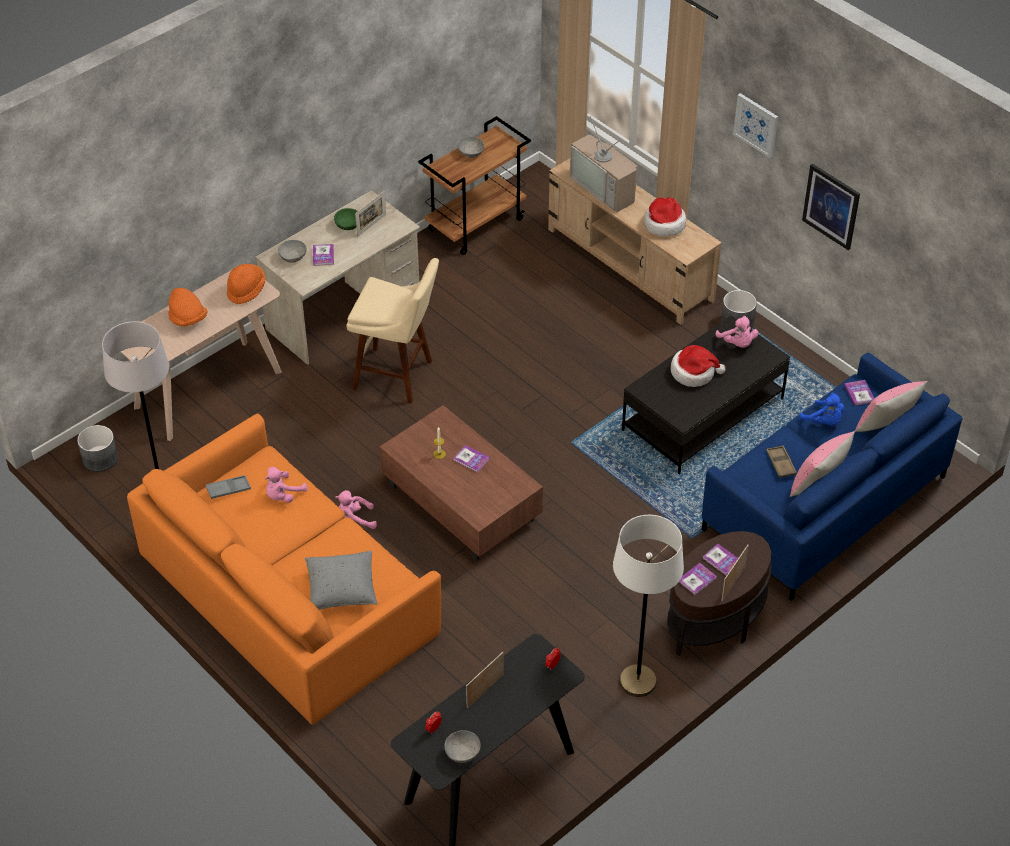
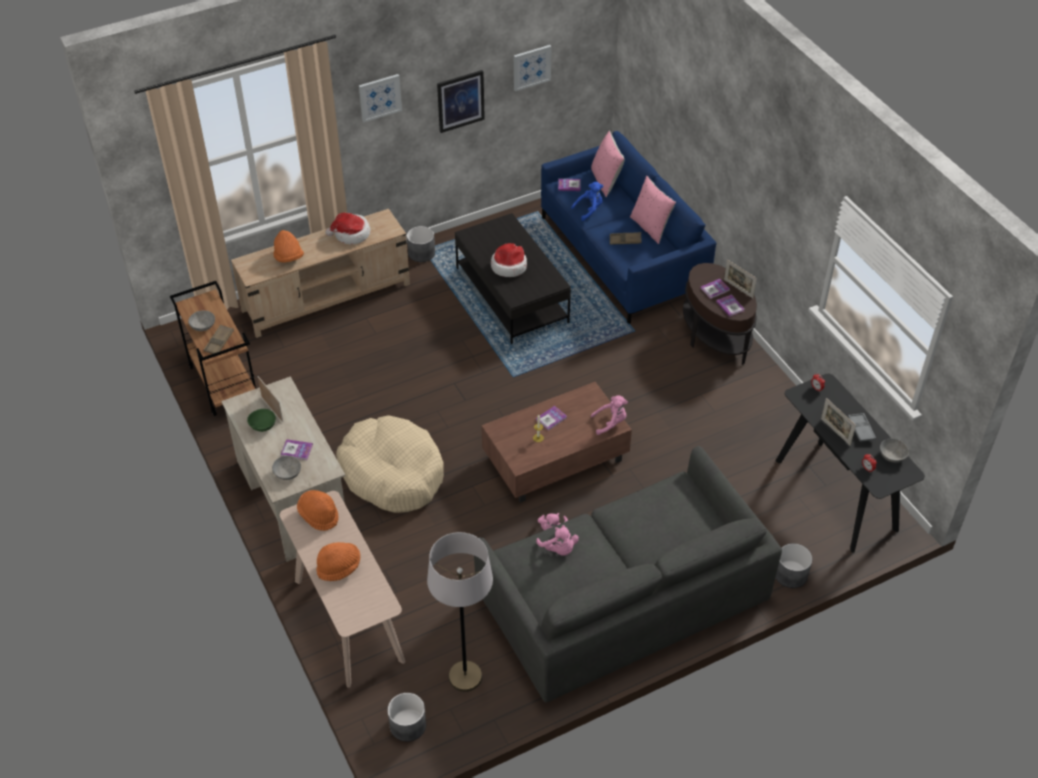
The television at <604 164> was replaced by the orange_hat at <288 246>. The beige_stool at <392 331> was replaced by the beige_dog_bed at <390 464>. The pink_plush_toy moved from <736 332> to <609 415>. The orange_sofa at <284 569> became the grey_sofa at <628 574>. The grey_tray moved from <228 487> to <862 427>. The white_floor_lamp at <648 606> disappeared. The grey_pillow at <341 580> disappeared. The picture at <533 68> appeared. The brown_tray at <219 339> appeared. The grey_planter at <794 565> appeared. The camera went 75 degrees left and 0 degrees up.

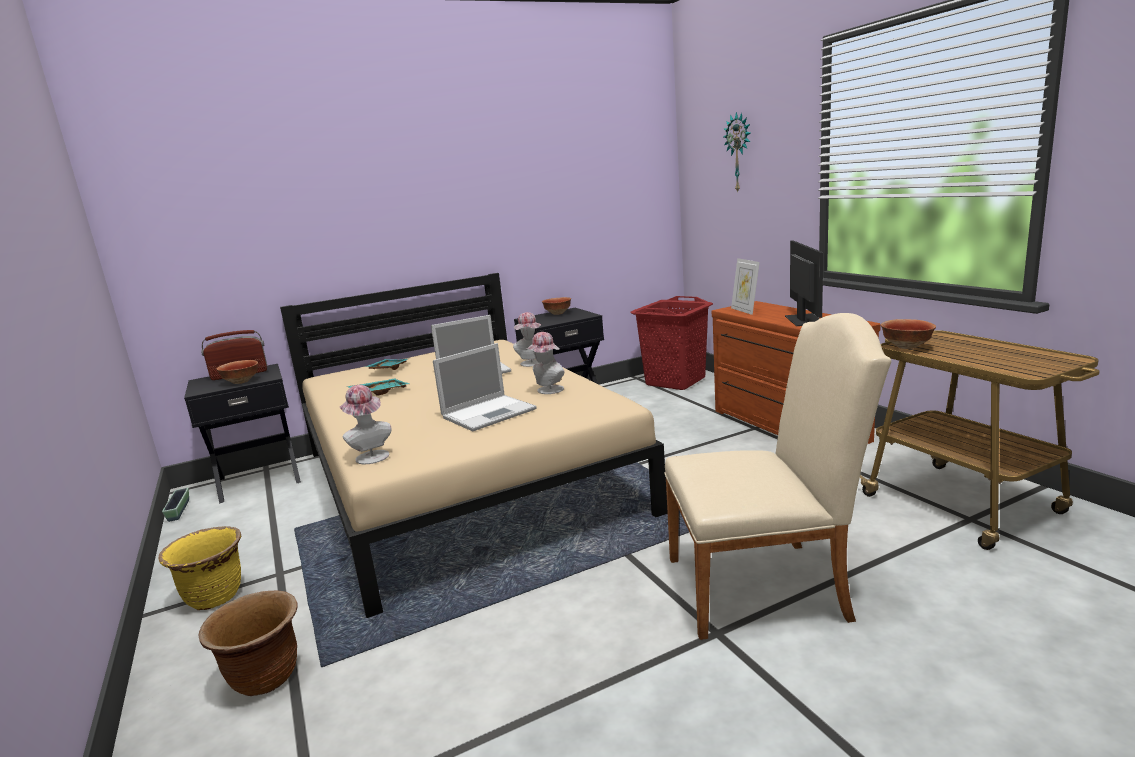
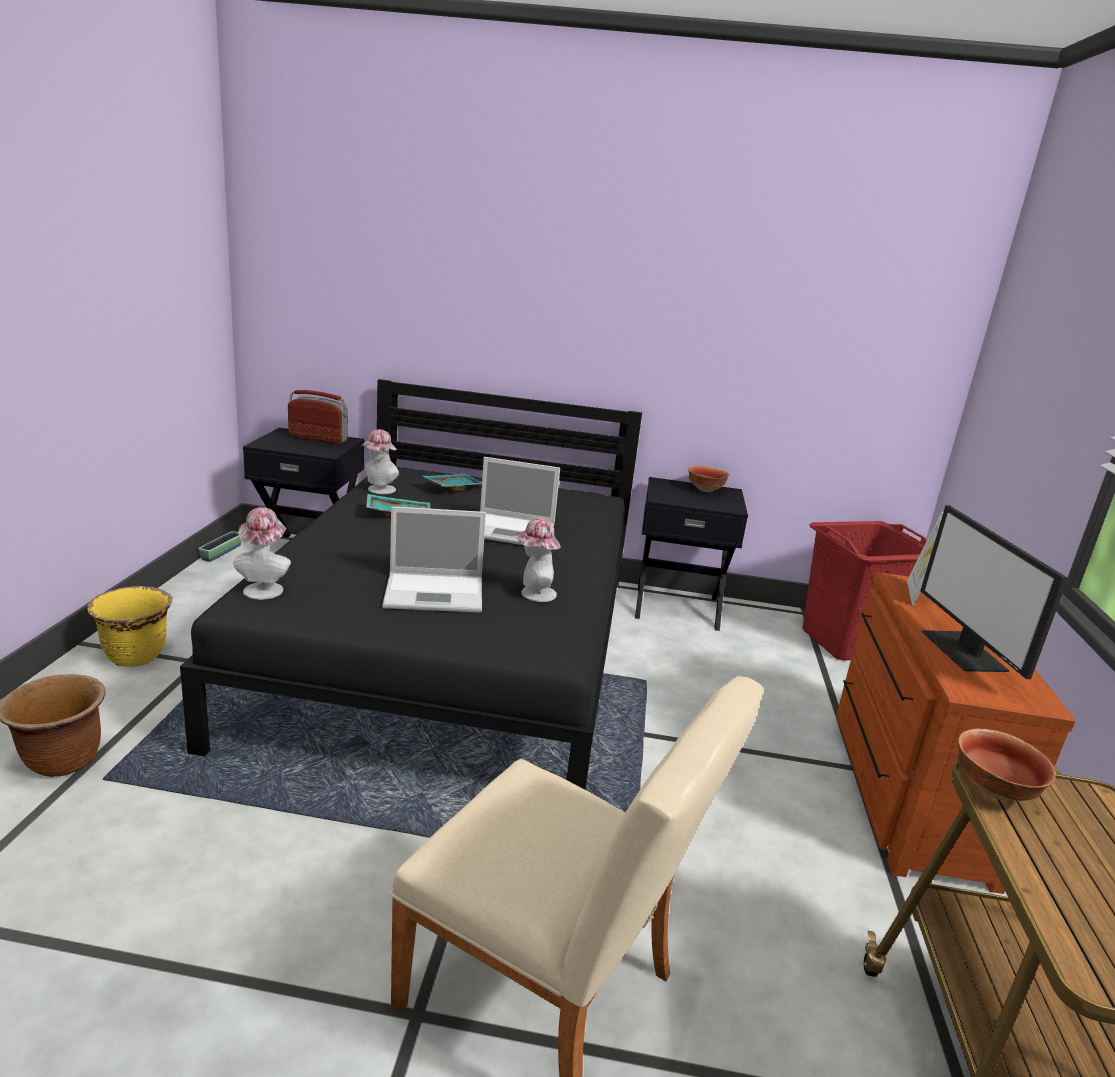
The wall_clock at <737 152> disappeared. The monitor at <804 283> turned 135 degrees clockwise. The beige_bed at <474 445> became the black_bed at <411 584>. The hat moved from <527 339> to <381 461>. The bowl at <237 372> disappeared. The camera went 30 degrees right and 5 degrees up.

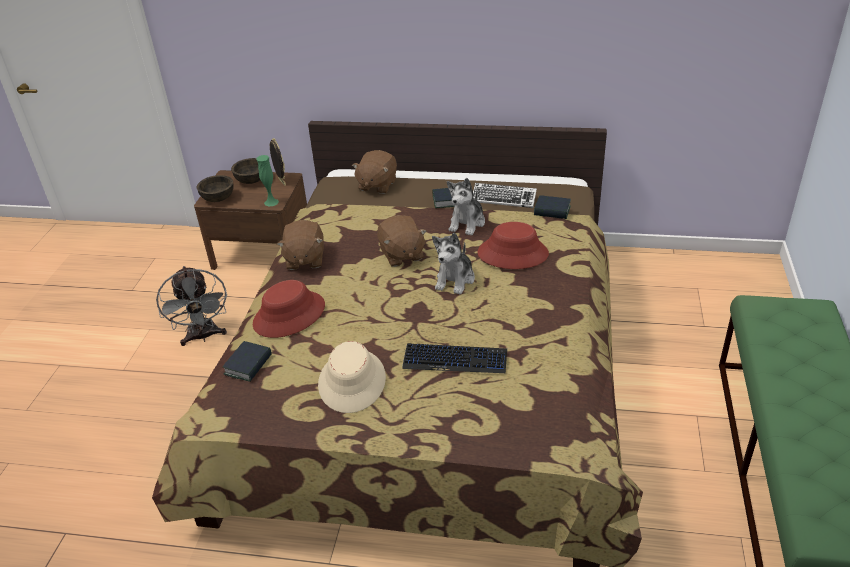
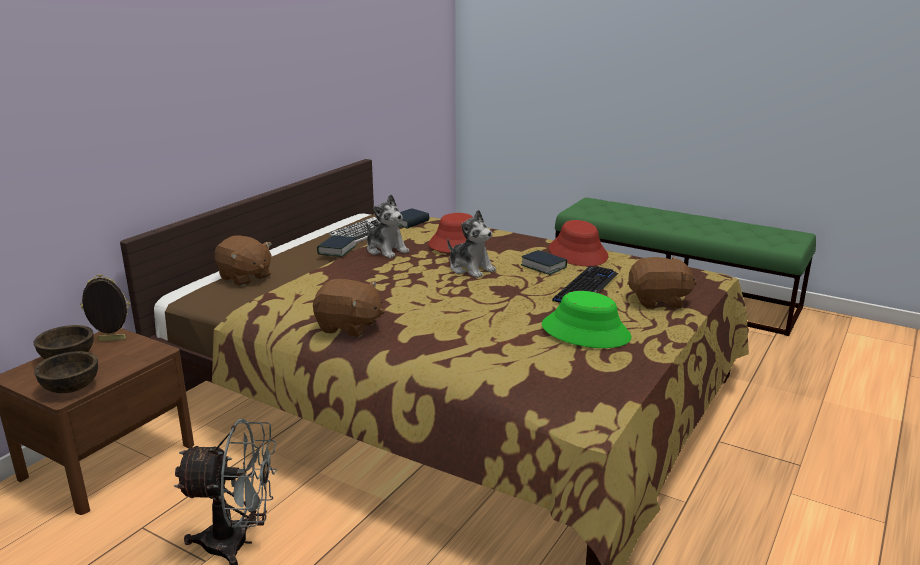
The green_vase at <267 180> disappeared. The brown_plush_toy moved from <402 241> to <662 283>. The red_hat moved from <289 309> to <578 243>. The book moved from <247 361> to <544 262>. The beige_hat at <352 377> became the green_hat at <587 319>. The camera went 70 degrees left and 15 degrees down.

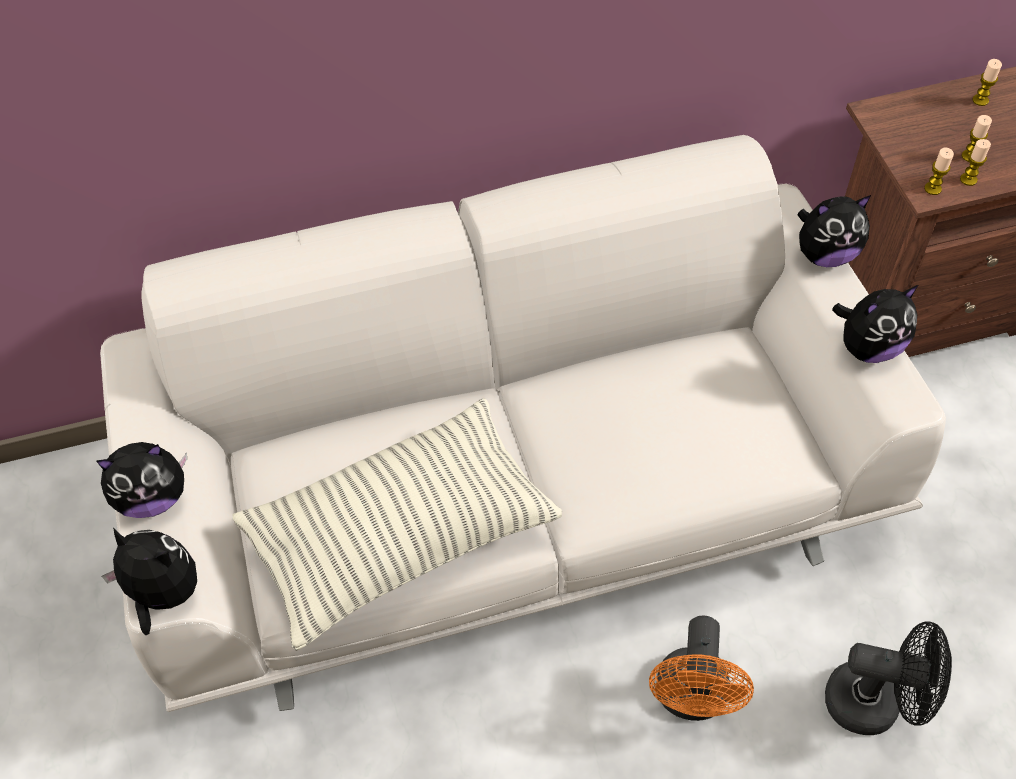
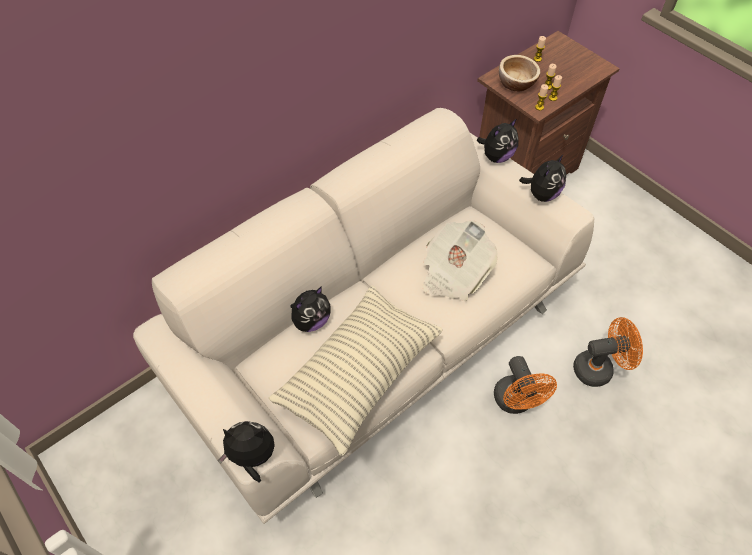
The plush_toy moved from <142 480> to <310 309>. The black_fan at <888 678> became the orange_fan at <608 352>. The bowl at <519 73> appeared. The newspaper at <459 261> appeared. The camera went 25 degrees left and 0 degrees up.

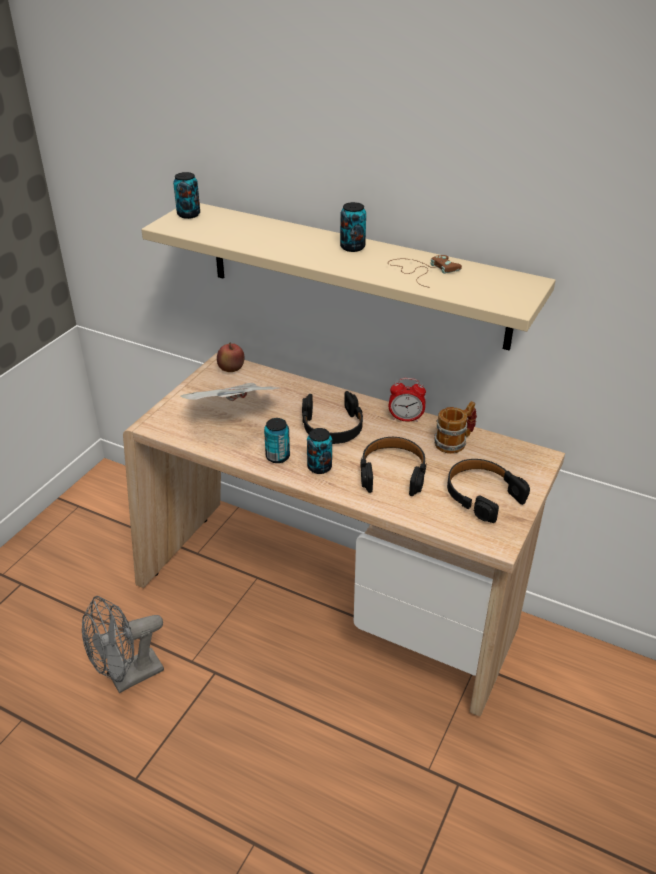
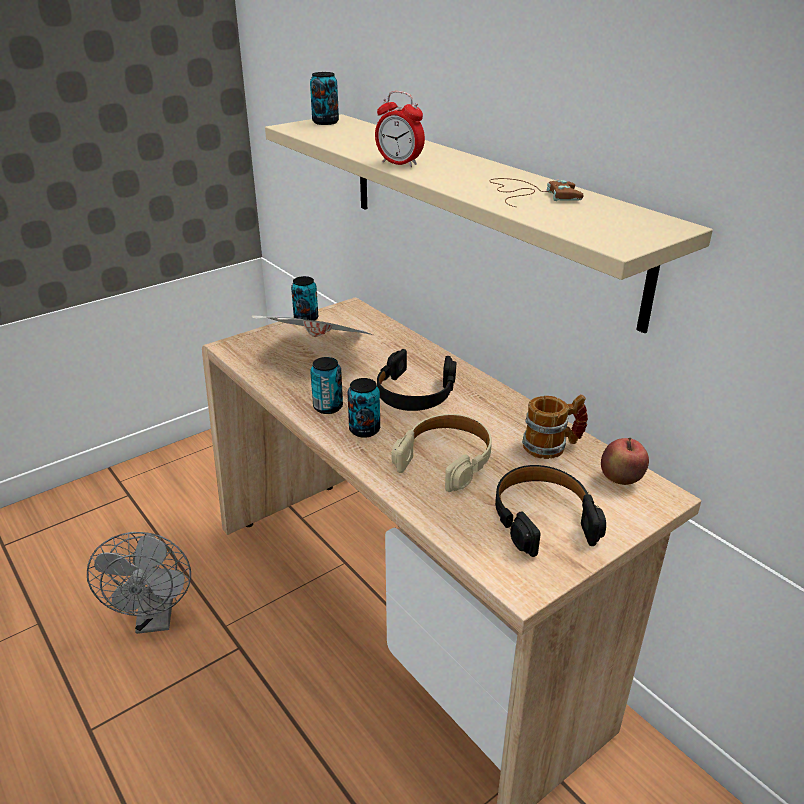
The can moved from <353 227> to <304 298>. The apple moved from <231 357> to <625 461>. The alarm_clock moved from <407 400> to <400 129>. The black_headphones at <394 466> became the beige_headphones at <441 453>. The grey_fan at <123 644> turned 90 degrees counterclockwise. The camera went 25 degrees right and 5 degrees down.

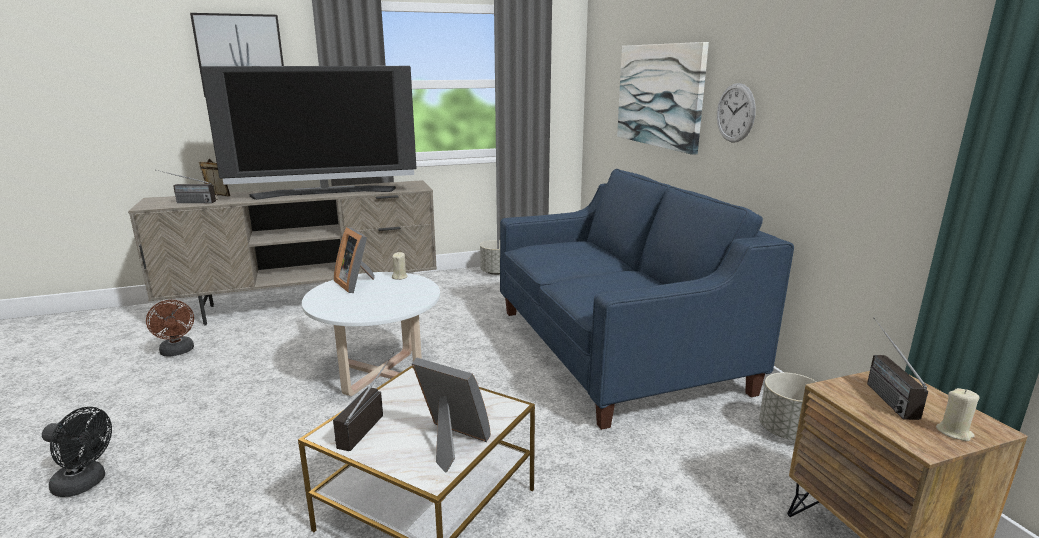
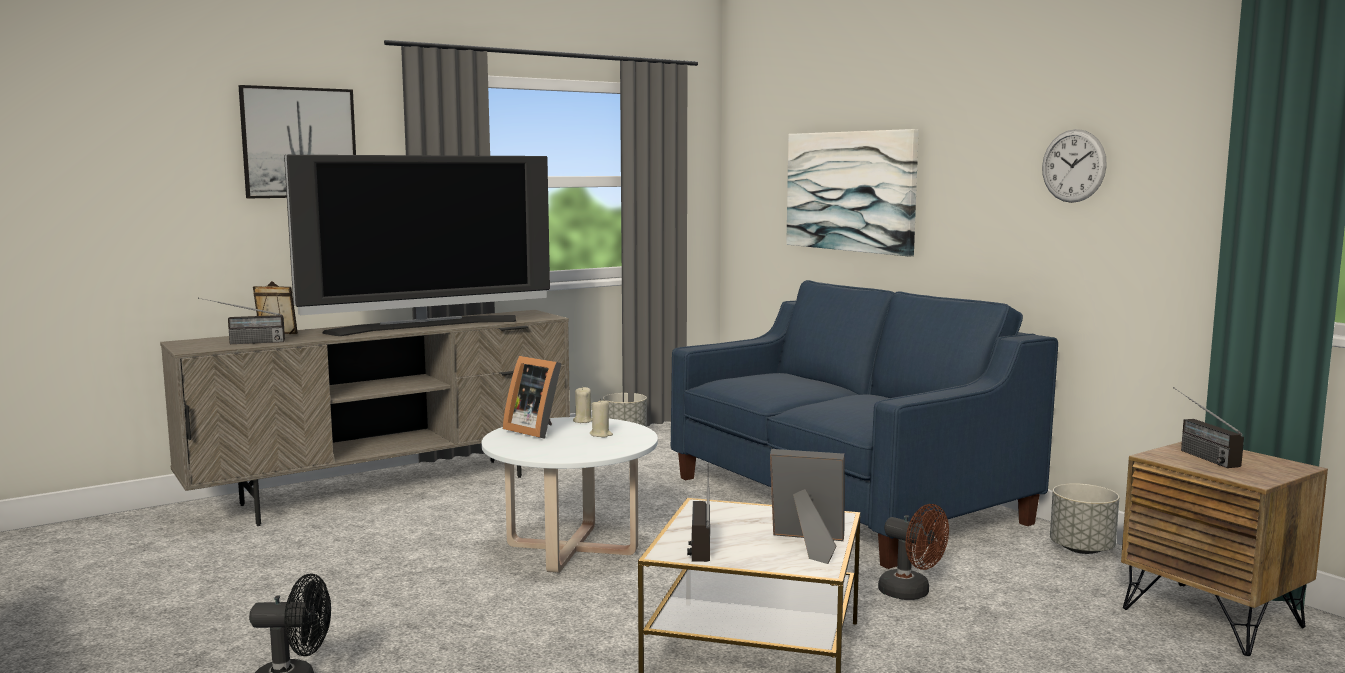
The wall_clock moved from <736 112> to <1074 166>. The brown_fan moved from <170 328> to <913 552>. The beige_candle moved from <957 414> to <601 418>. The camera went 15 degrees left and 10 degrees down.

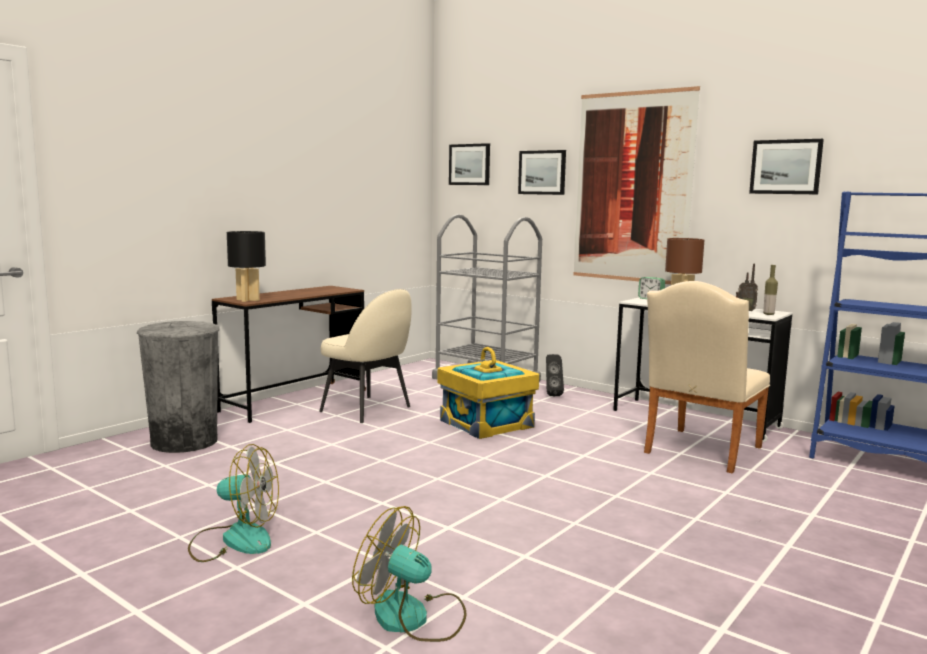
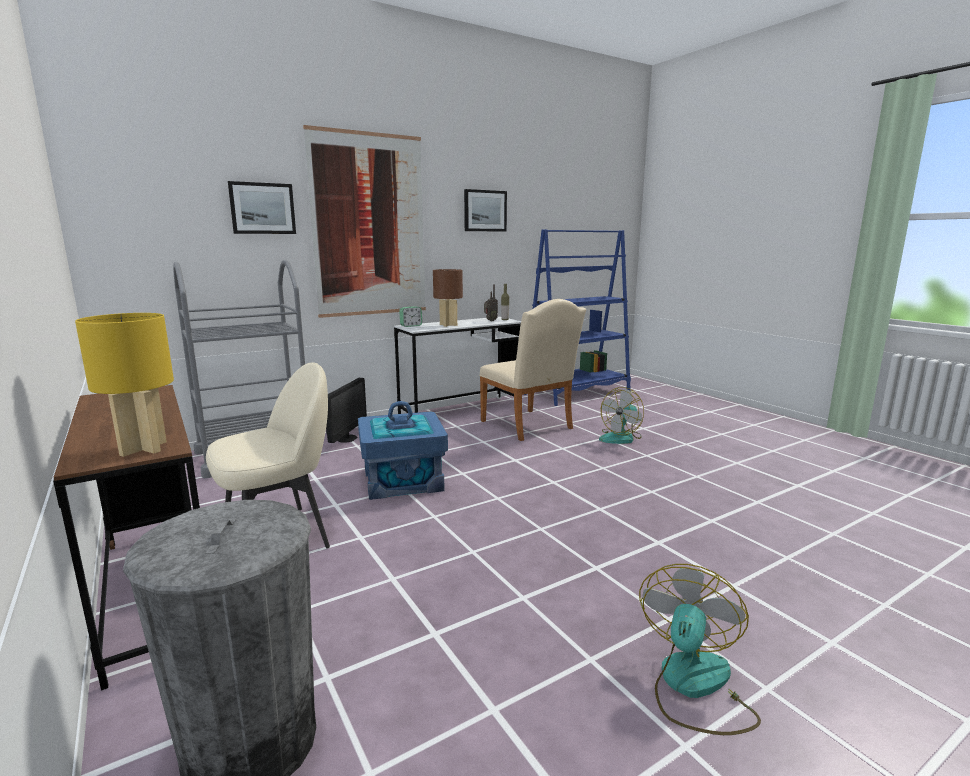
The picture at <469 164> disappeared. The black_table_lamp at <246 266> became the yellow_table_lamp at <124 385>. The yellow_storage_box at <488 393> became the blue_storage_box at <403 450>. The black_speaker at <555 375> was replaced by the monitor at <346 410>. The fan moved from <409 574> to <621 415>. The camera went 70 degrees left and 5 degrees up.

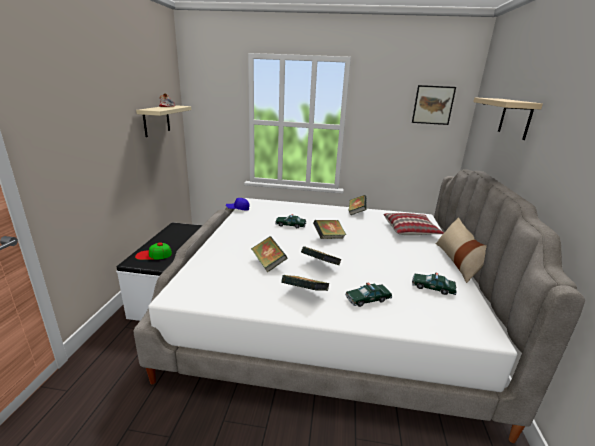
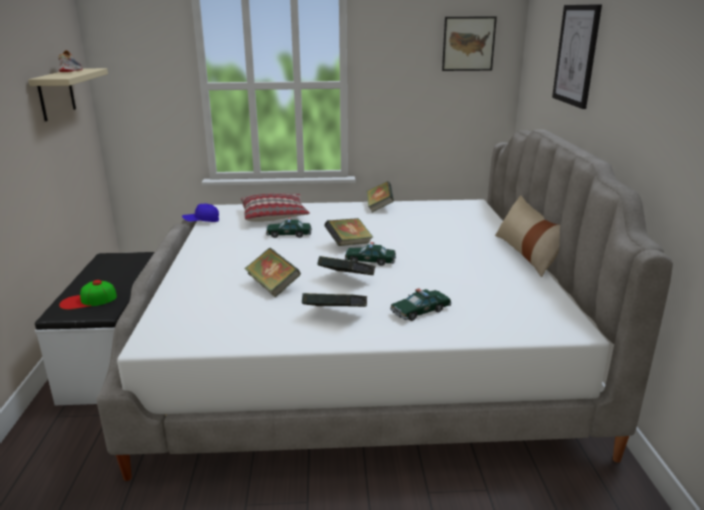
The beige_shelf at <508 118> was replaced by the picture at <577 56>. The pillow moved from <413 224> to <275 207>. The toy_car moved from <434 284> to <370 254>. The camera went 10 degrees left and 0 degrees up.

